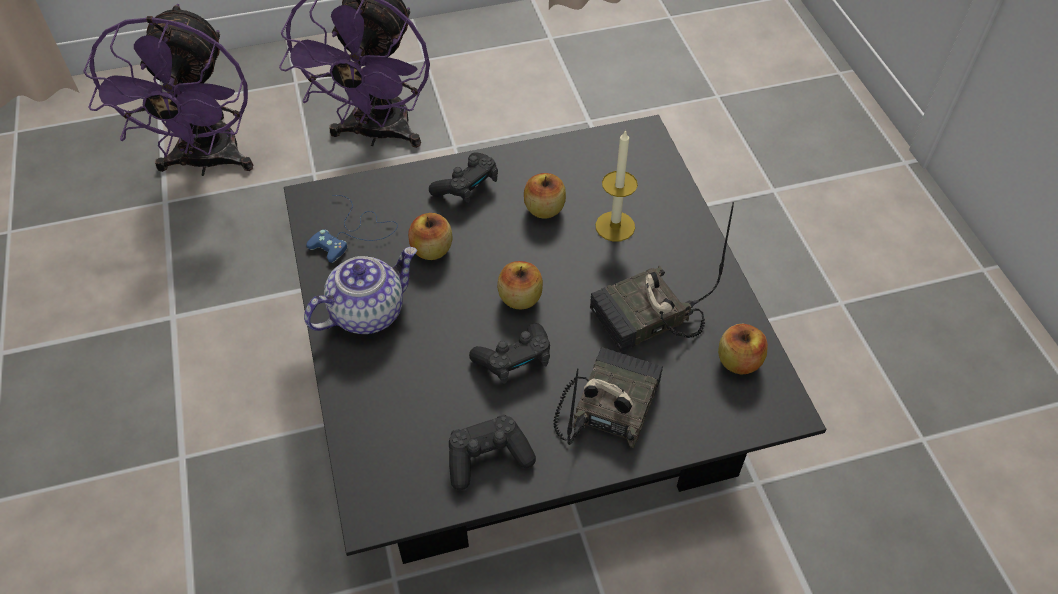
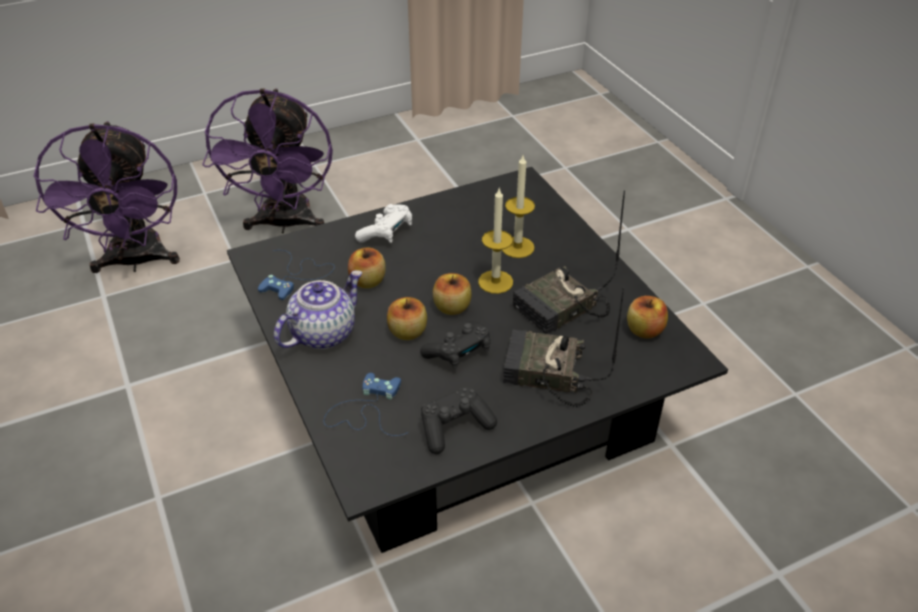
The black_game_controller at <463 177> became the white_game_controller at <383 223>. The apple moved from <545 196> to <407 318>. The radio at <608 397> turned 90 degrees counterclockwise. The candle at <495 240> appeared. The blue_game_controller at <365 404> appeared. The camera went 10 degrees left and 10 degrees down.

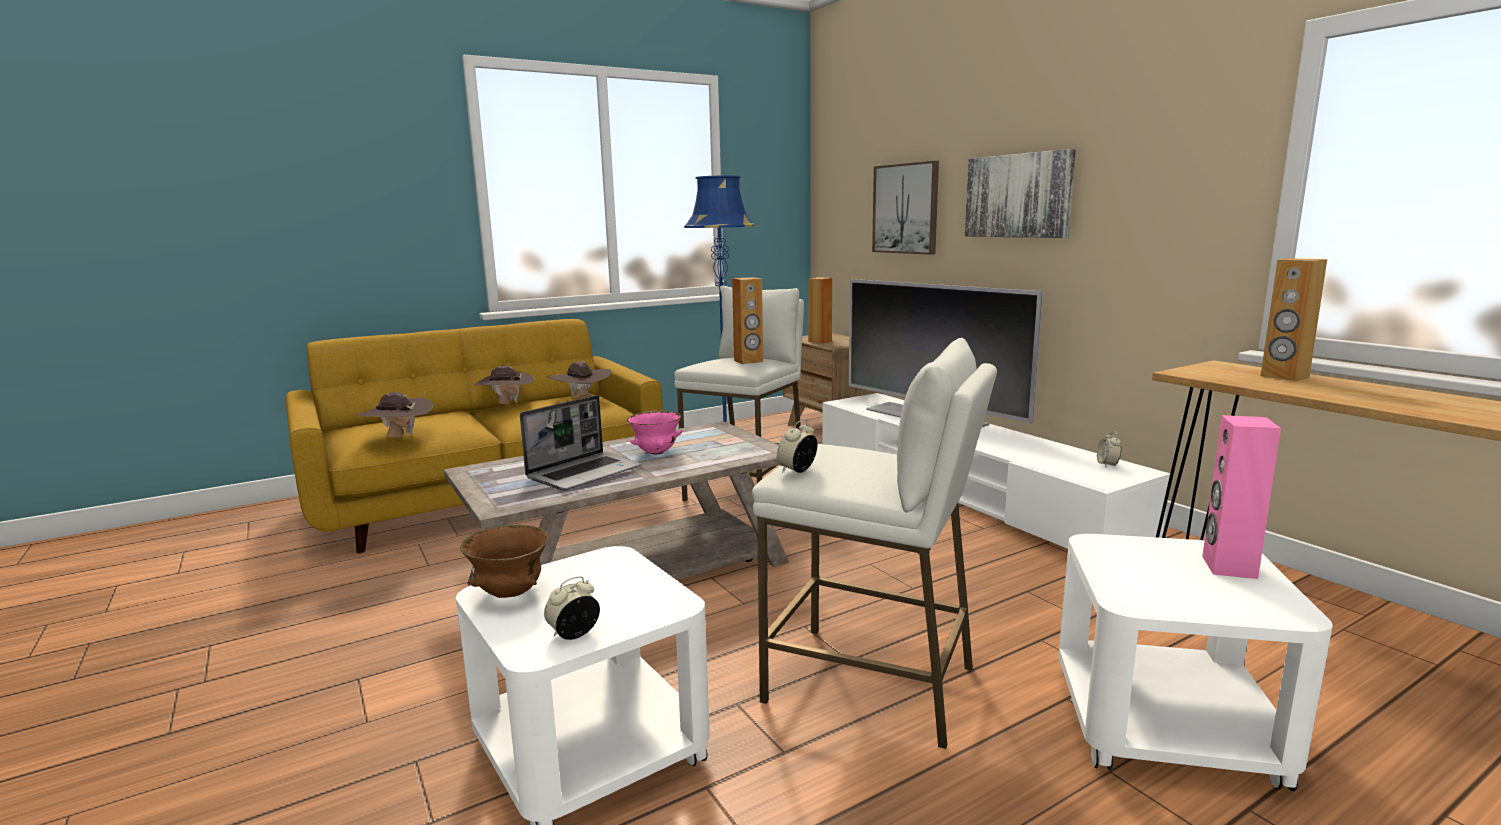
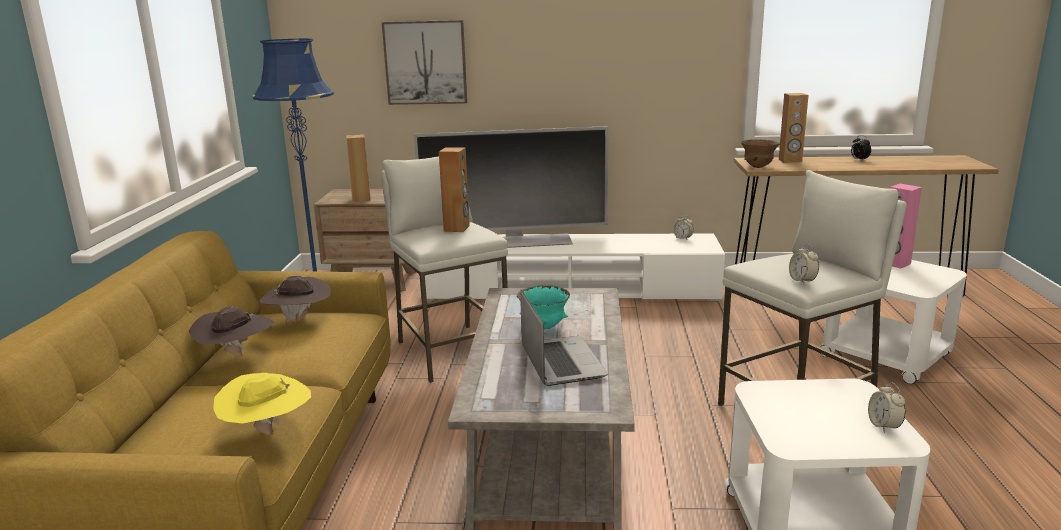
The picture at <1020 193> disappeared. The brown_hat at <395 415> became the yellow_hat at <262 403>. The pink_bowl at <655 432> became the turquoise_bowl at <543 307>. The brown_bowl moved from <504 561> to <761 153>. The alarm_clock at <861 147> appeared. The camera went 55 degrees left and 5 degrees up.

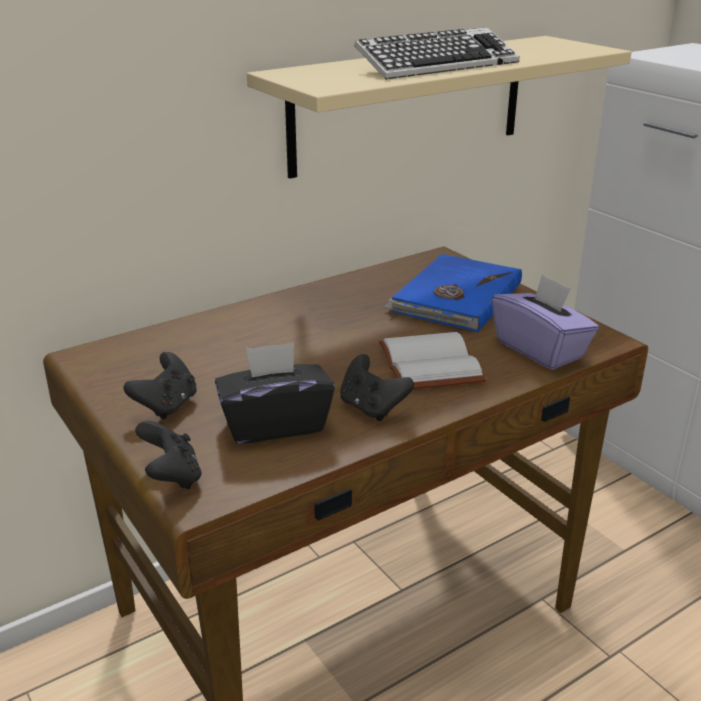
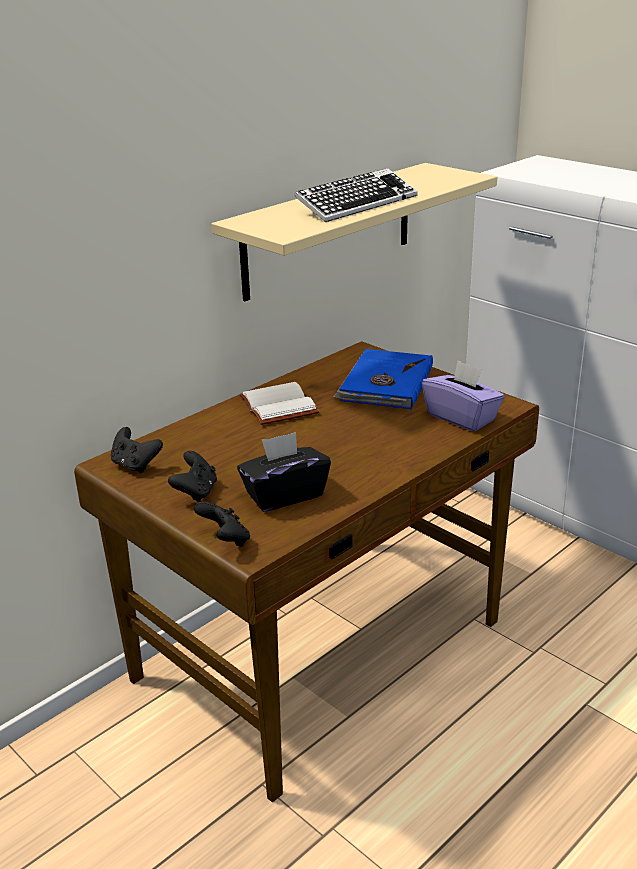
The white_book moved from <433 360> to <279 403>. The black_game_controller moved from <377 387> to <137 450>. The camera went 10 degrees left and 0 degrees up.

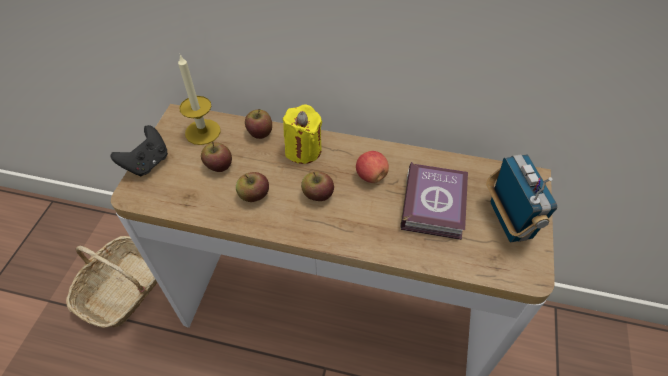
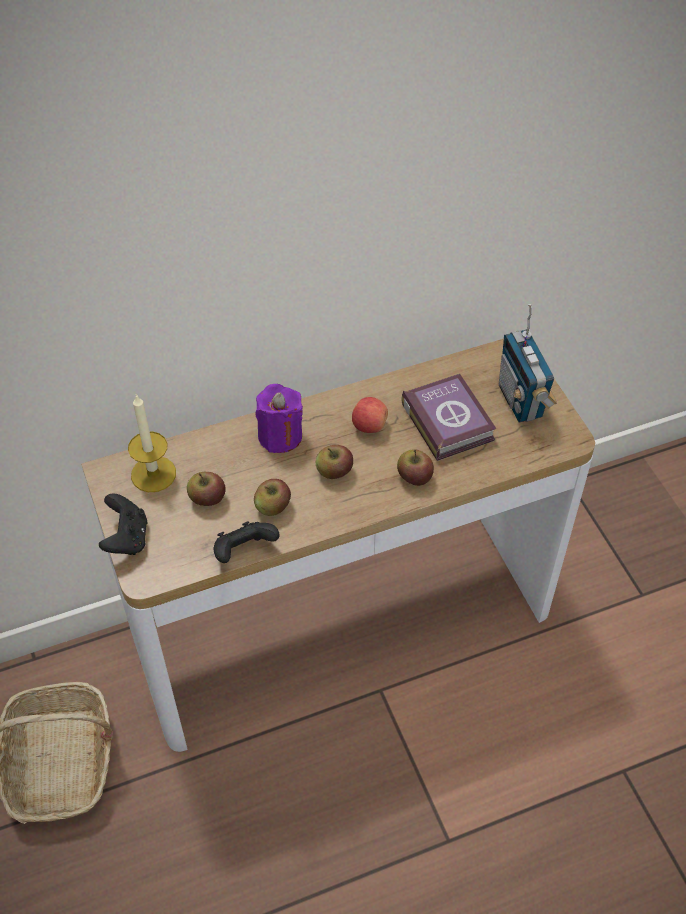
The yellow_candle at <302 134> became the purple_candle at <279 418>. The apple moved from <258 124> to <415 467>. The radio at <521 198> turned 150 degrees counterclockwise. The black_game_controller at <247 542> appeared. The camera went 35 degrees left and 0 degrees up.

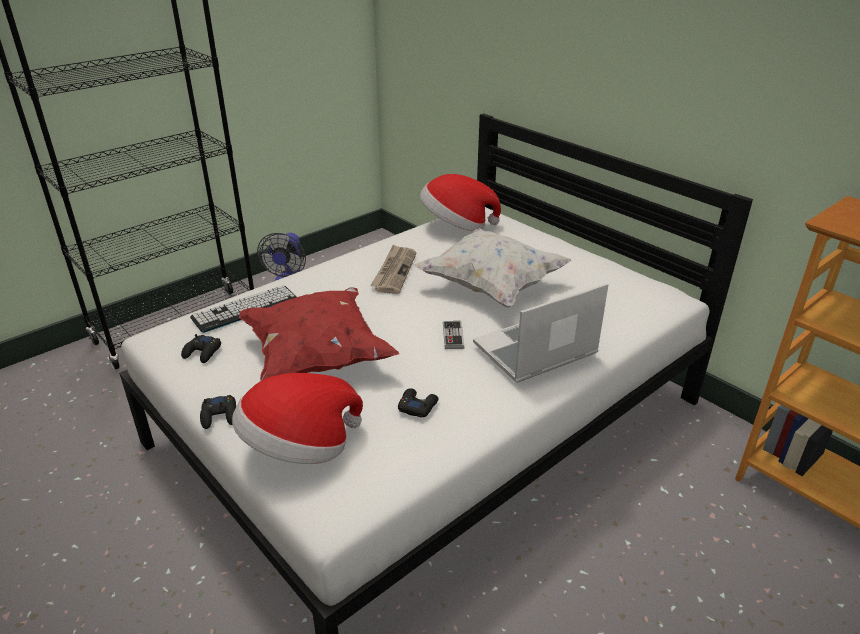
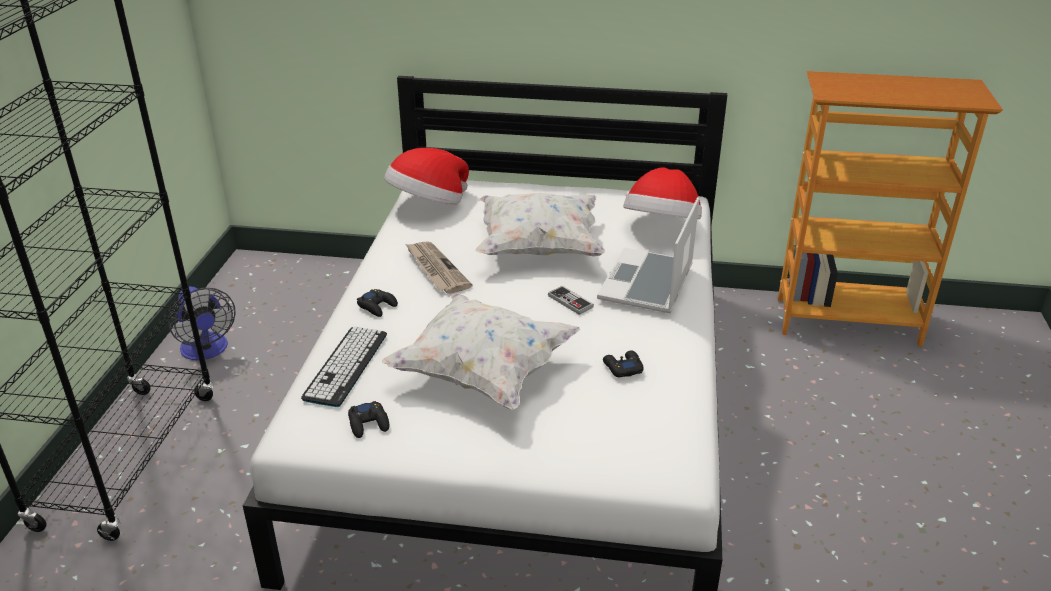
The red_pillow at <319 334> became the white_pillow at <481 351>. The hat moved from <297 418> to <663 193>. The black_game_controller moved from <218 412> to <377 303>. The camera went 40 degrees left and 0 degrees up.

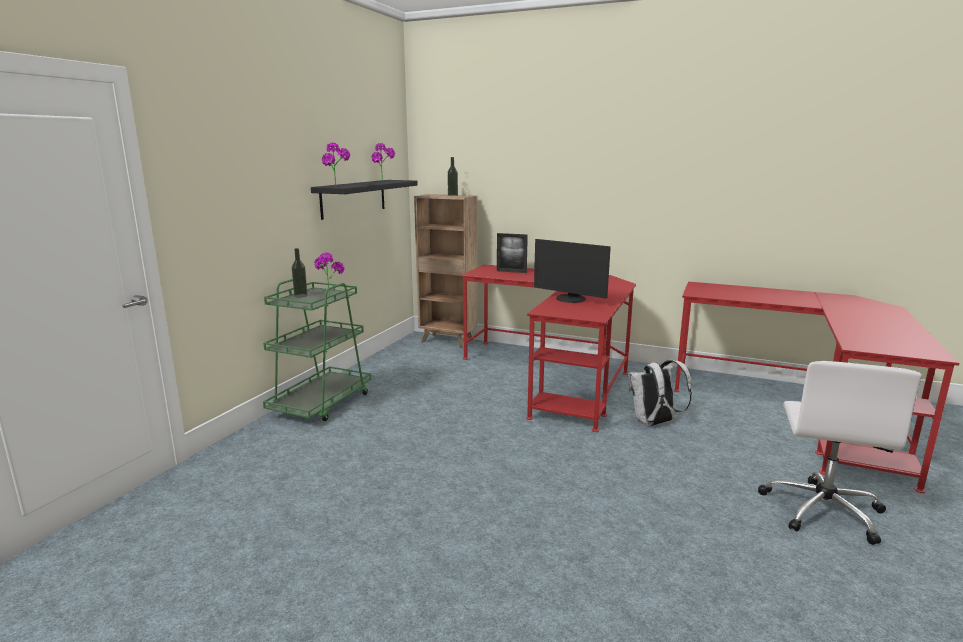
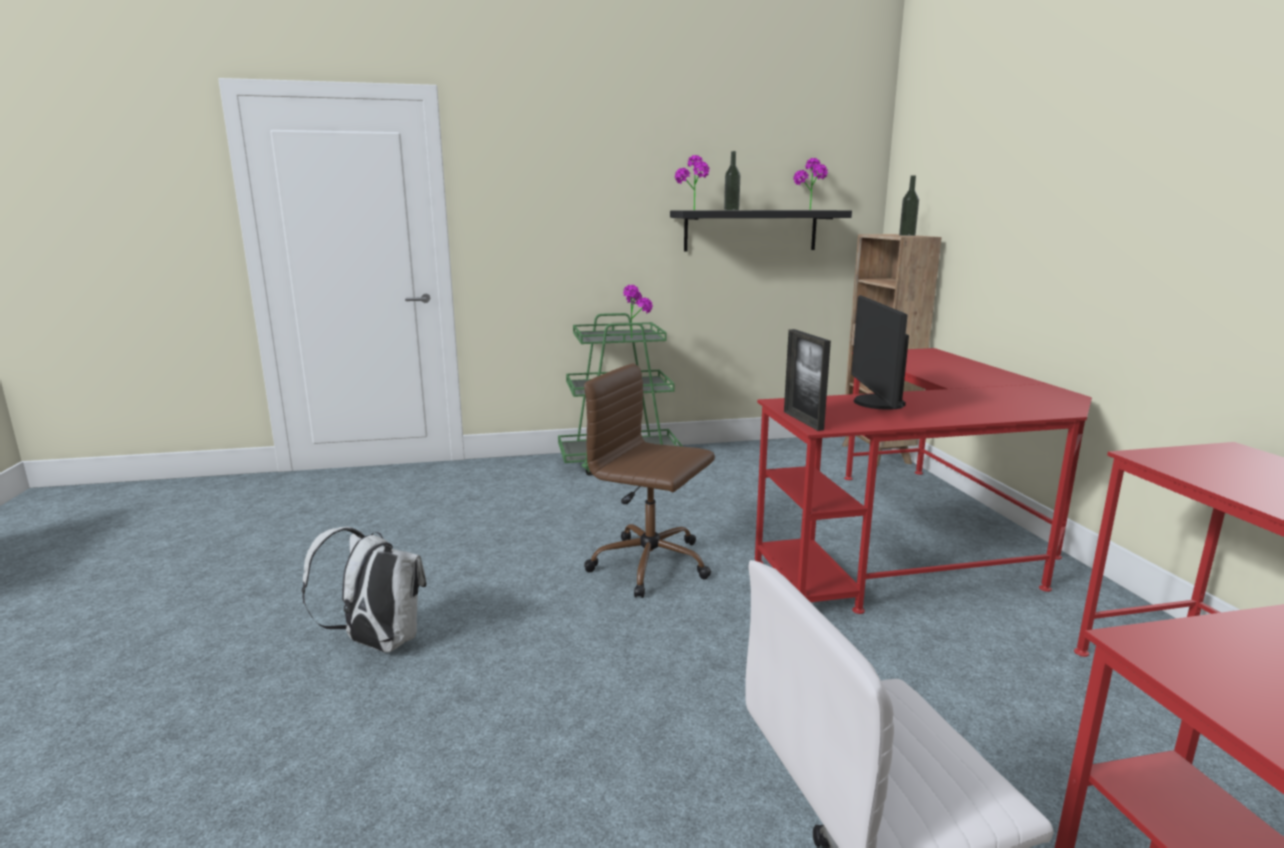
The picture_frame moved from <512 253> to <807 380>. The bottle moved from <300 272> to <732 180>. The white_backpack moved from <660 393> to <364 590>. The brown_office_chair at <649 480> appeared. The camera went 55 degrees right and 0 degrees up.

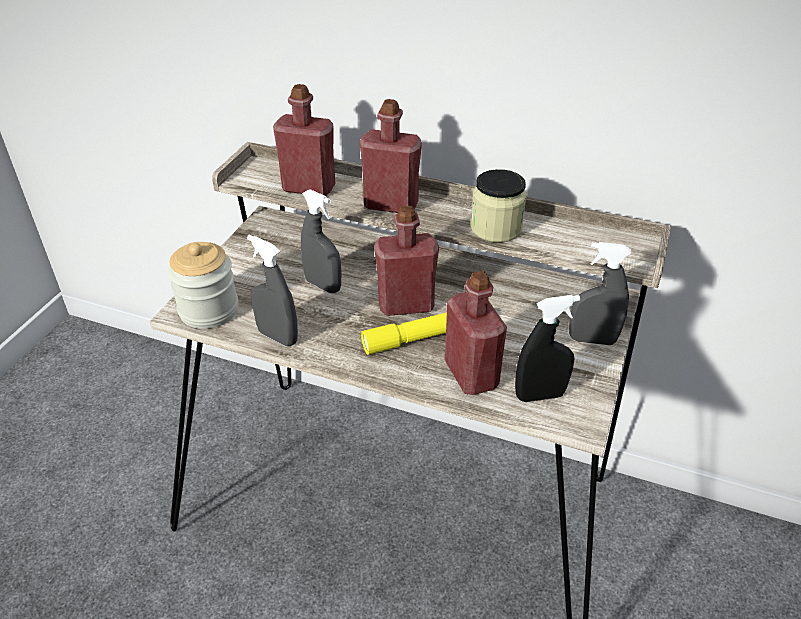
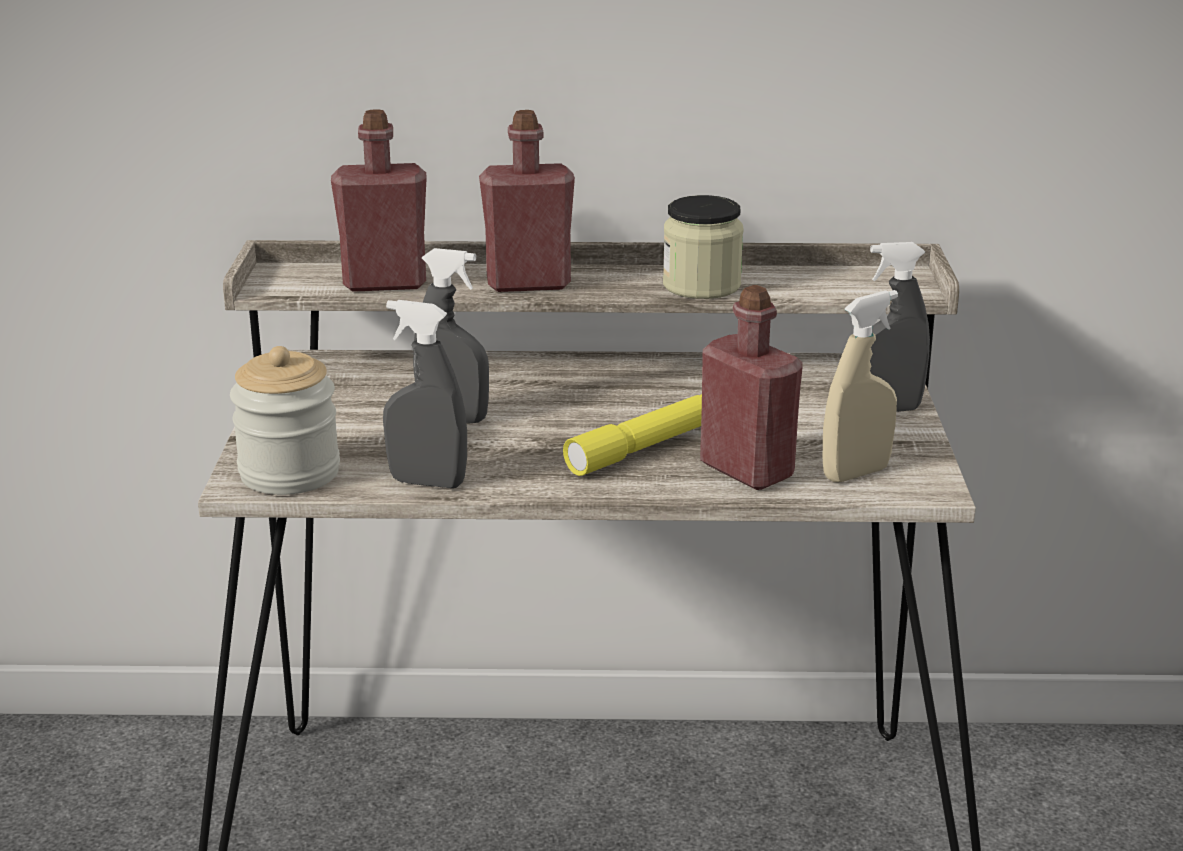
The red_bottle at <406 261> disappeared. The black_spray_bottle at <547 348> became the beige_spray_bottle at <860 386>. The camera went 20 degrees left and 15 degrees down.

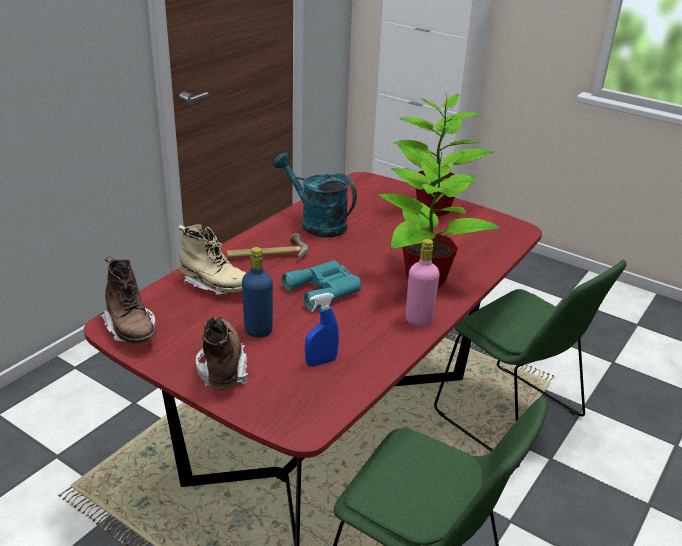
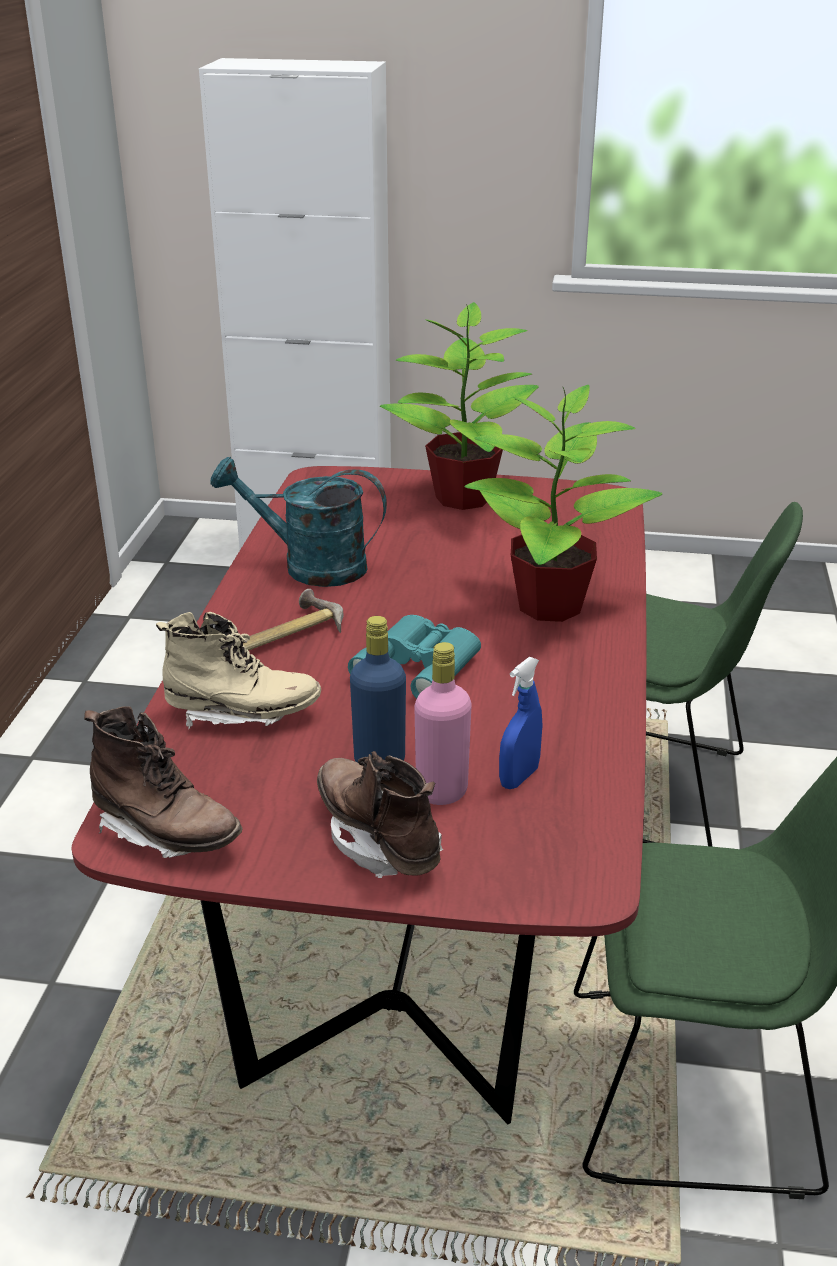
The pink_bottle moved from <422 283> to <443 723>. The camera went 25 degrees left and 0 degrees up.

